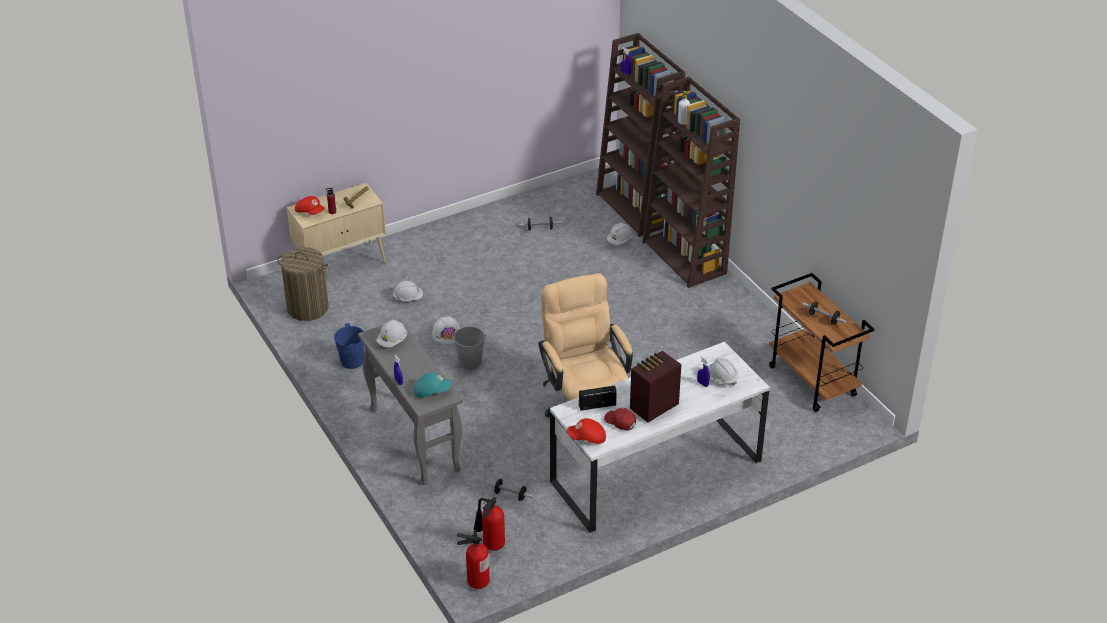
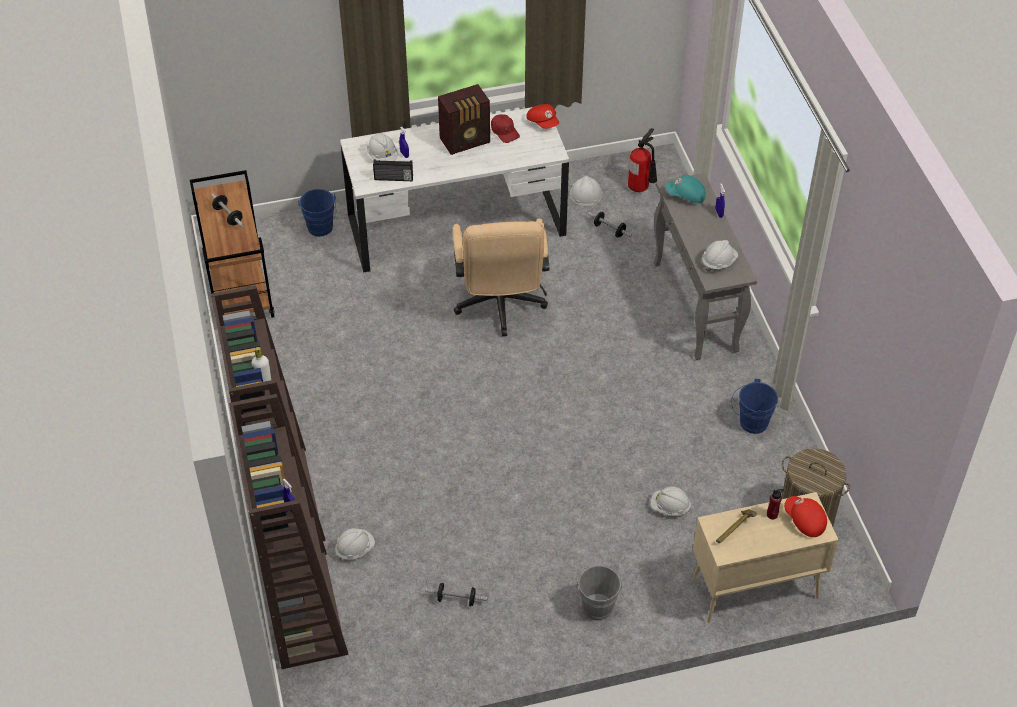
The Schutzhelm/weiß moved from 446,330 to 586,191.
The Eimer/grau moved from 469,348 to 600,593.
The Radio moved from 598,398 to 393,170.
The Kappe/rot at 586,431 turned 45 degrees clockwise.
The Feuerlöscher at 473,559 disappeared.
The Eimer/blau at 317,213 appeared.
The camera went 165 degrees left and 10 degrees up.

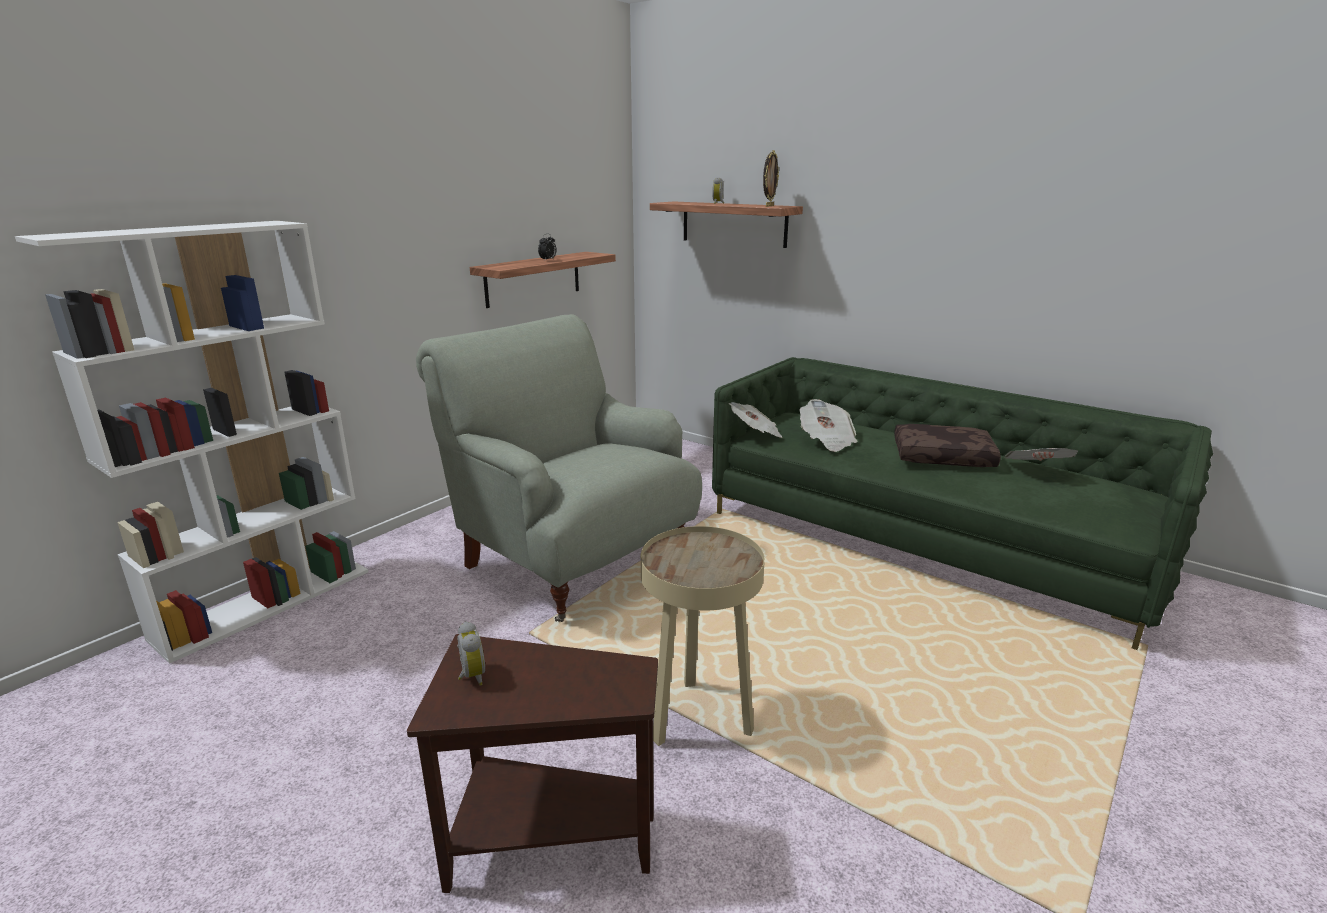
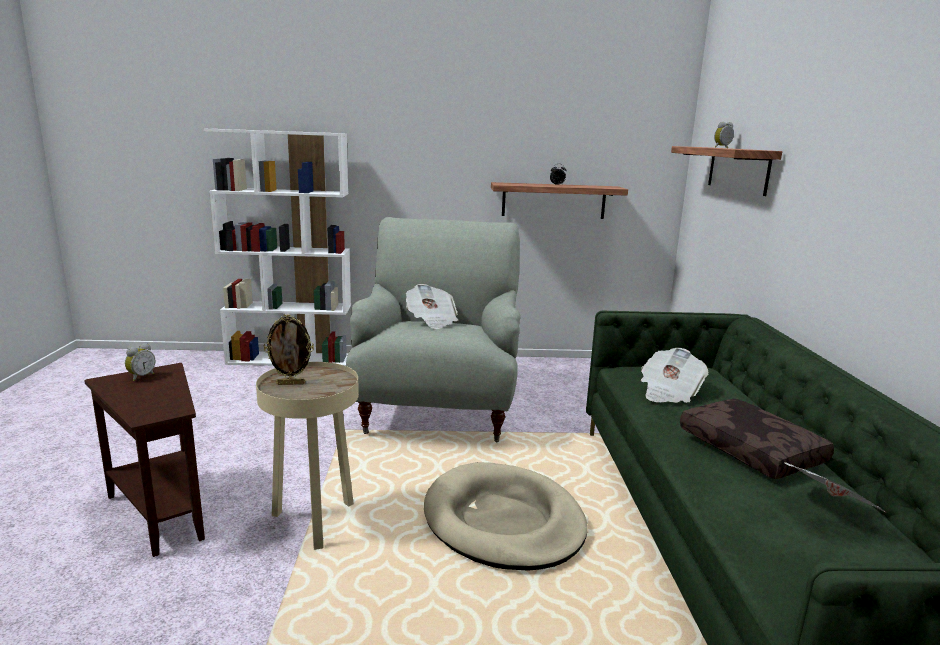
The Bilderrahmen moved from 771,178 to 289,350.
The Zeitung moved from 756,420 to 432,306.
The Hundebett/beige at 506,516 appeared.
The camera went 50 degrees right and 5 degrees down.

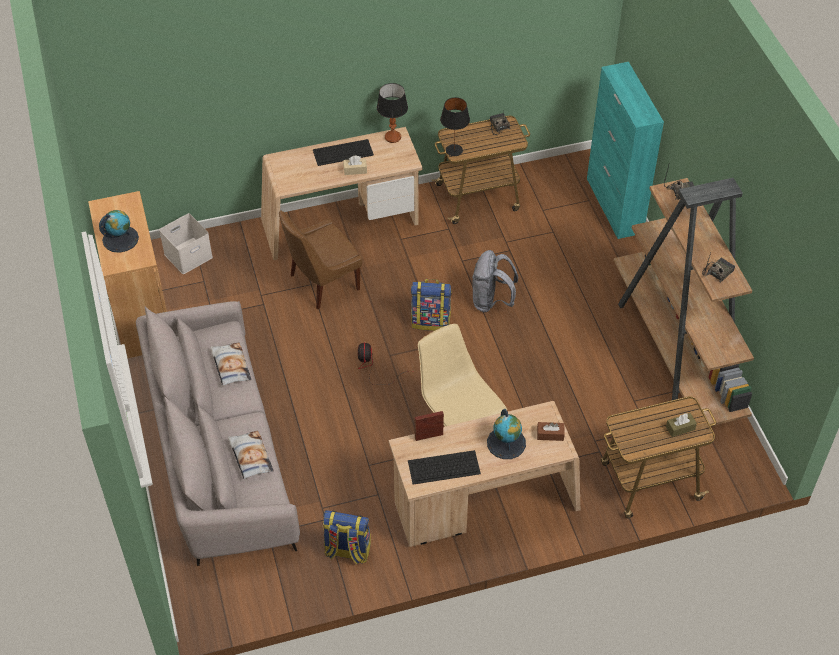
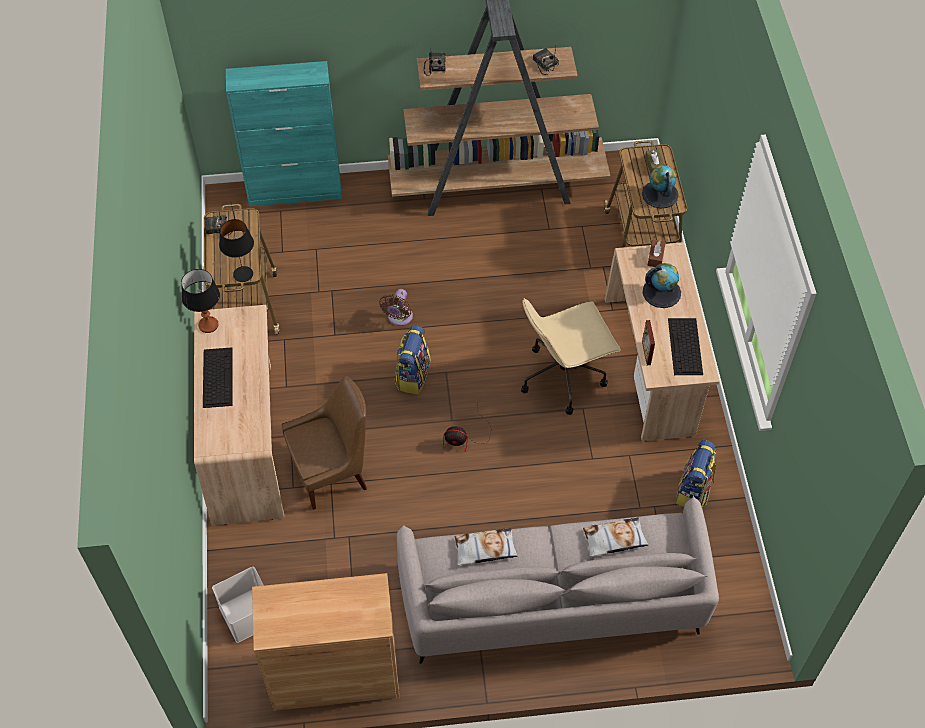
The Taschentuchbox/beige at 355,165 disappeared.
The Globus moved from 119,231 to 660,187.
The Stuhl/braun at 320,260 turned 90 degrees counterclockwise.
The Rucksack/grau at 495,281 was replaced by the Ventilator/braun at 396,307.
The camera went 80 degrees left and 5 degrees up.

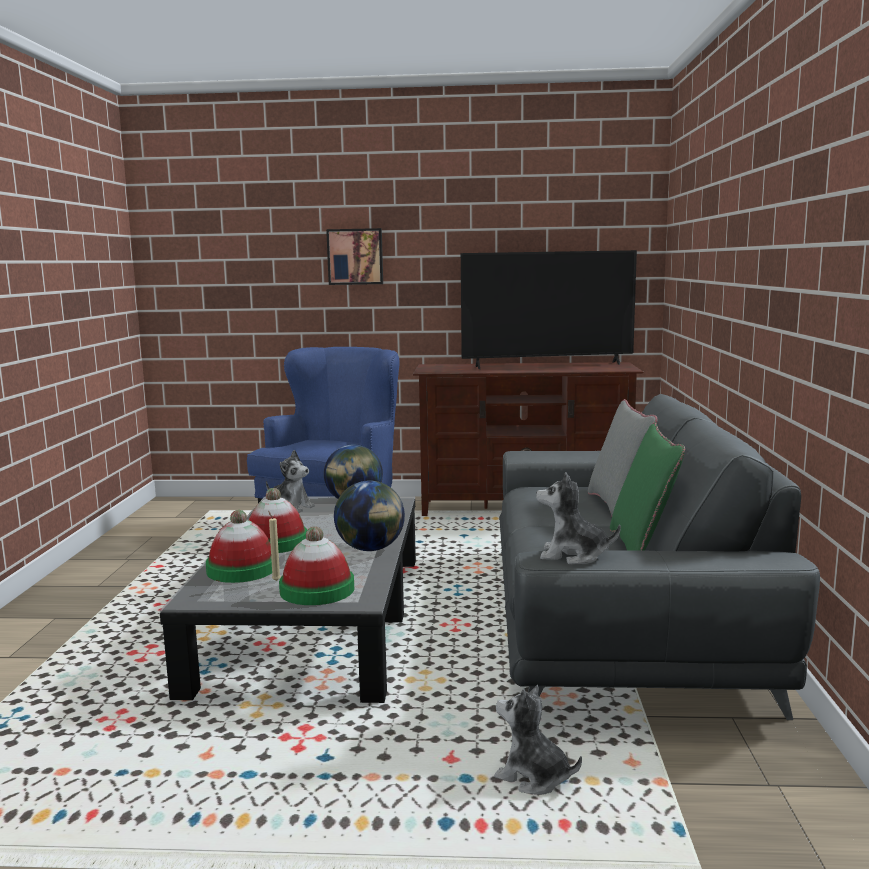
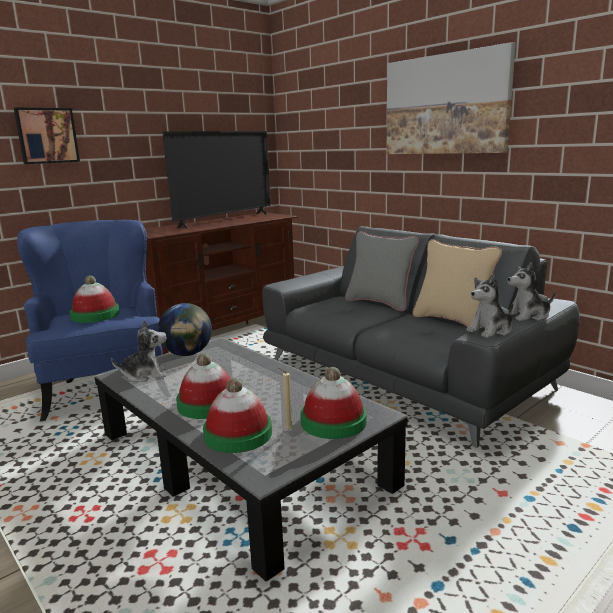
The Kissen/grün at 647,486 became the Kissen/beige at 457,283.
The Globus at 369,516 disappeared.
The Plüschtier moved from 538,740 to 531,291.
The Bild at 451,98 appeared.
The Hut at 95,299 appeared.
The camera went 45 degrees left and 5 degrees up.

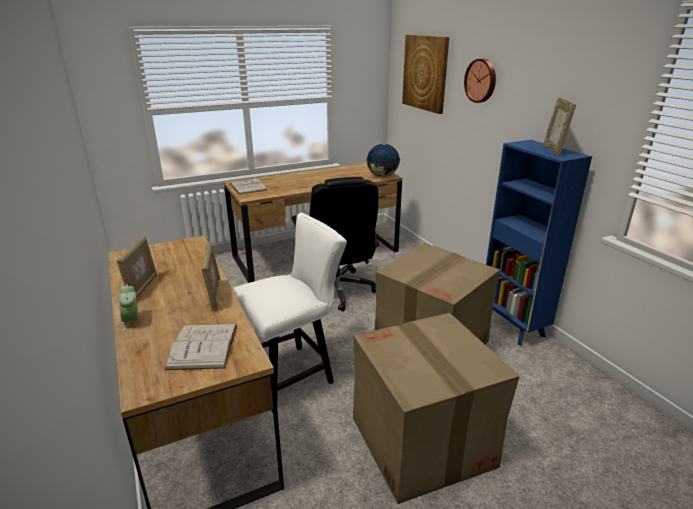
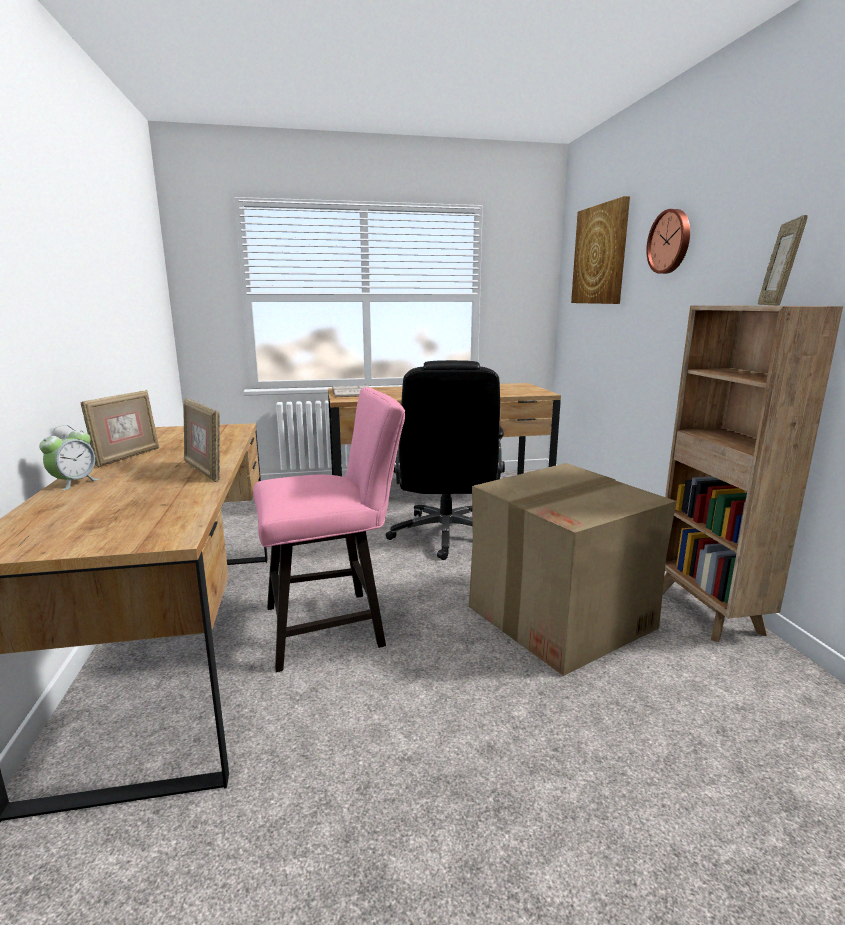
The Bücherregal/blau at 539,243 became the Bücherregal/braun at 753,474.
The Globus at 383,160 disappeared.
The Stuhl/weiß at 289,313 became the Stuhl/rosa at 329,529.
The Bilderrahmen at 211,276 turned 135 degrees clockwise.
The Wecker at 128,307 turned 150 degrees counterclockwise.
The Karton at 436,408 disappeared.
The Buch/weiß at 201,347 disappeared.
The camera went 15 degrees right and 10 degrees down.

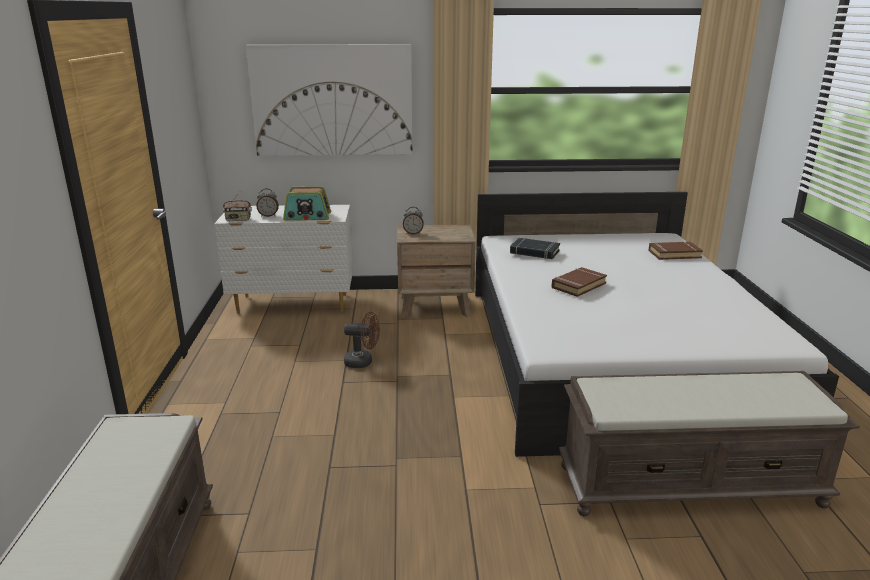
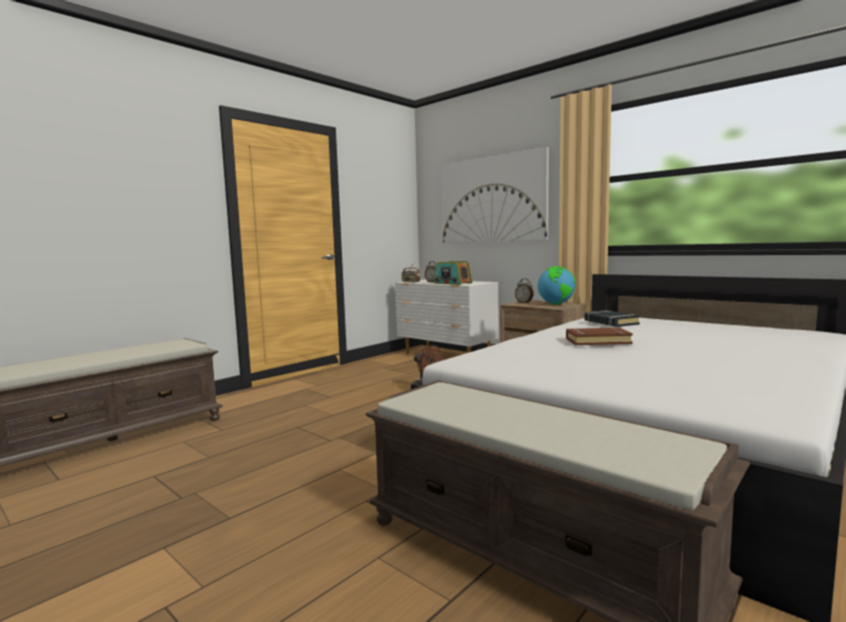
The Buch/braun at 675,250 disappeared.
The Globus at 557,285 appeared.
The camera went 45 degrees right and 15 degrees down.

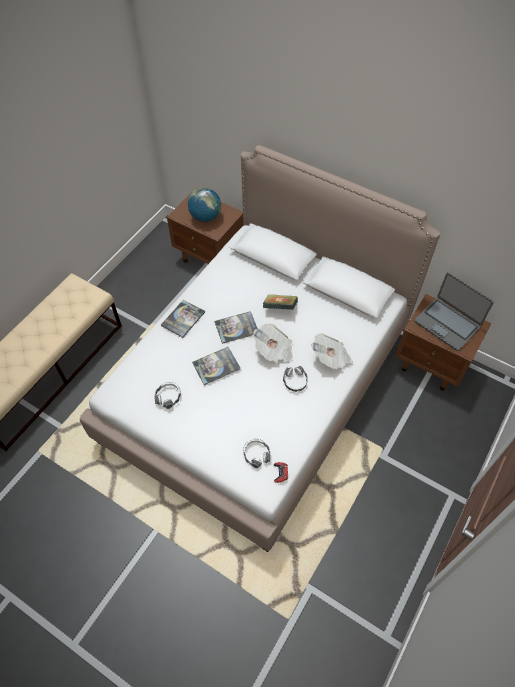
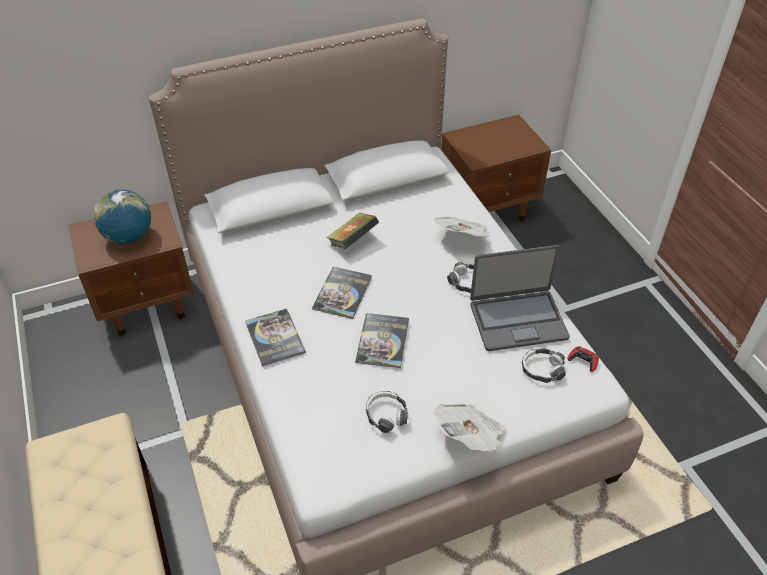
The Laptop moved from 454,312 to 520,298.
The Zeitung moved from 273,343 to 470,428.
The camera went 55 degrees left and 10 degrees down.

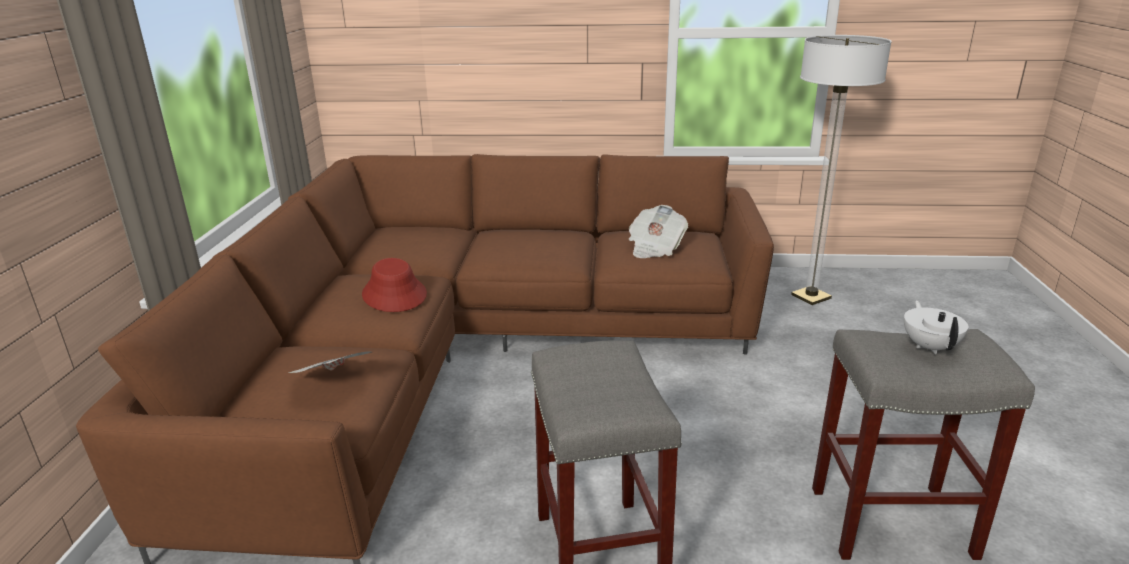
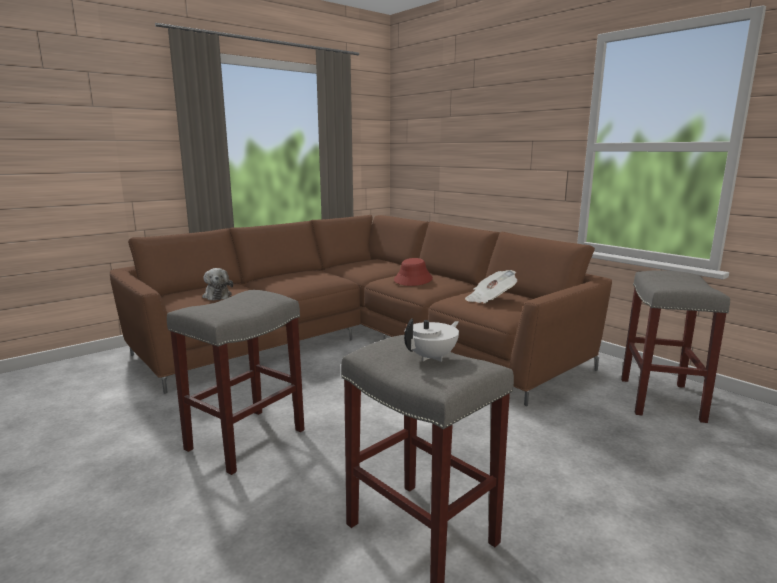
The Stehlampe at 841,170 was replaced by the Hocker/grau at 675,346.
The Hut/rot moved from 394,285 to 413,272.
The Zeitung at 330,362 was replaced by the Plüschtier at 217,284.
The camera went 45 degrees right and 10 degrees down.

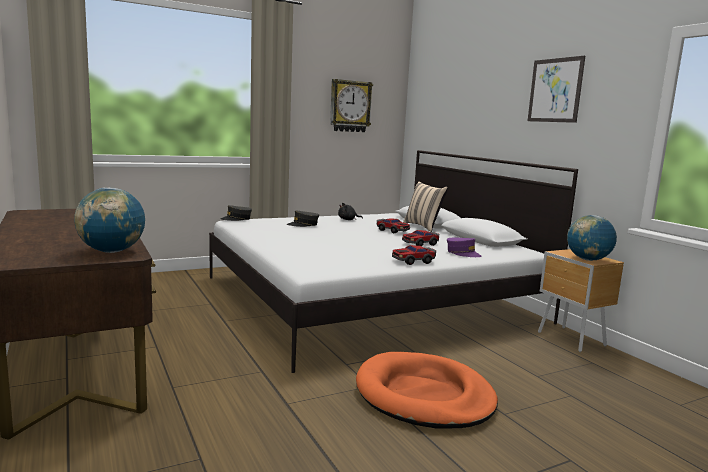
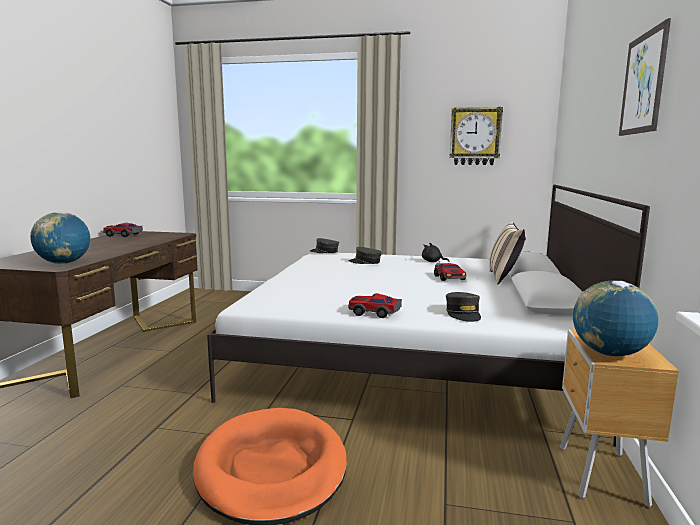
The Spielzeugauto moved from 420,238 to 123,230.
The Kappe/lila at 464,247 became the Kappe/grau at 463,307.
The camera went 40 degrees right and 0 degrees up.

